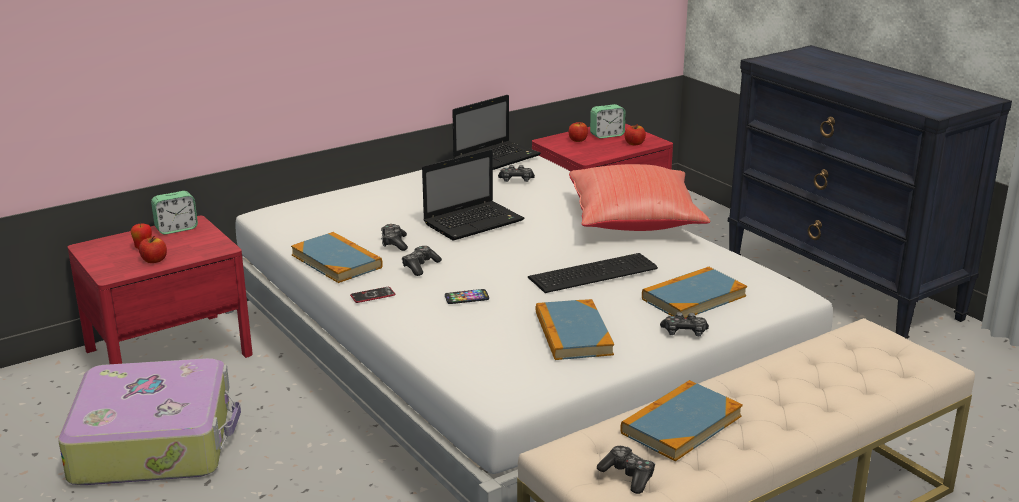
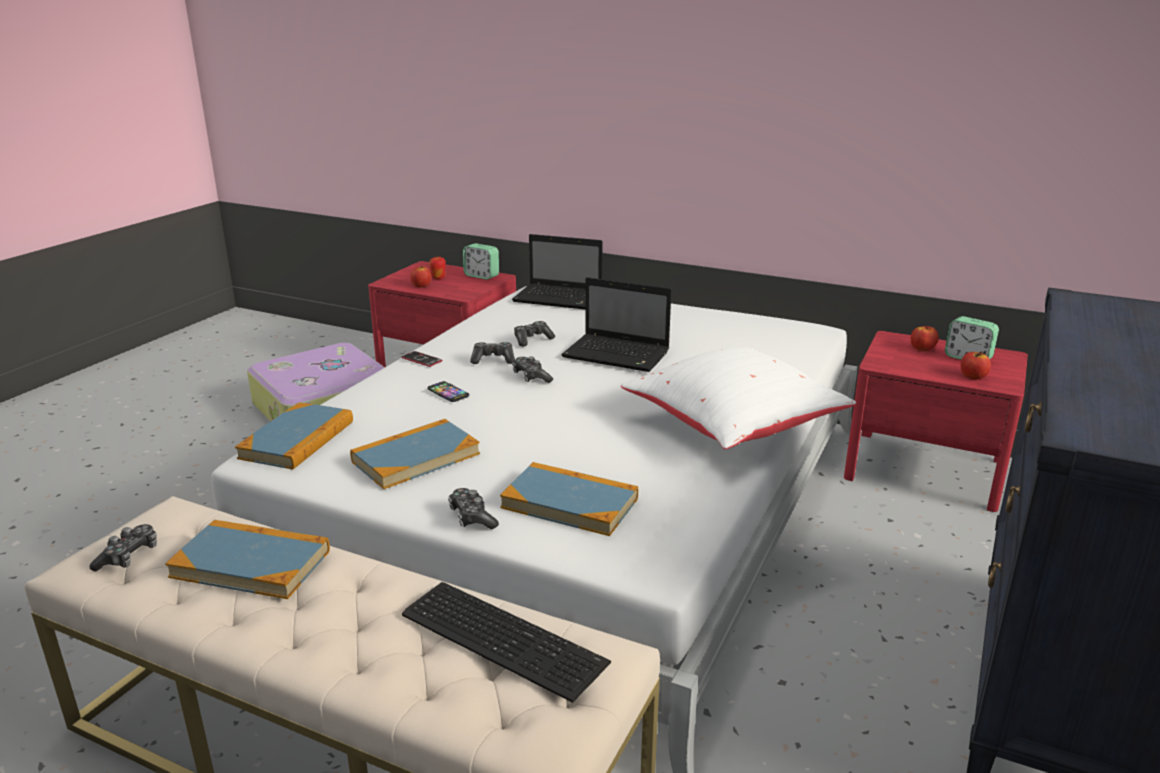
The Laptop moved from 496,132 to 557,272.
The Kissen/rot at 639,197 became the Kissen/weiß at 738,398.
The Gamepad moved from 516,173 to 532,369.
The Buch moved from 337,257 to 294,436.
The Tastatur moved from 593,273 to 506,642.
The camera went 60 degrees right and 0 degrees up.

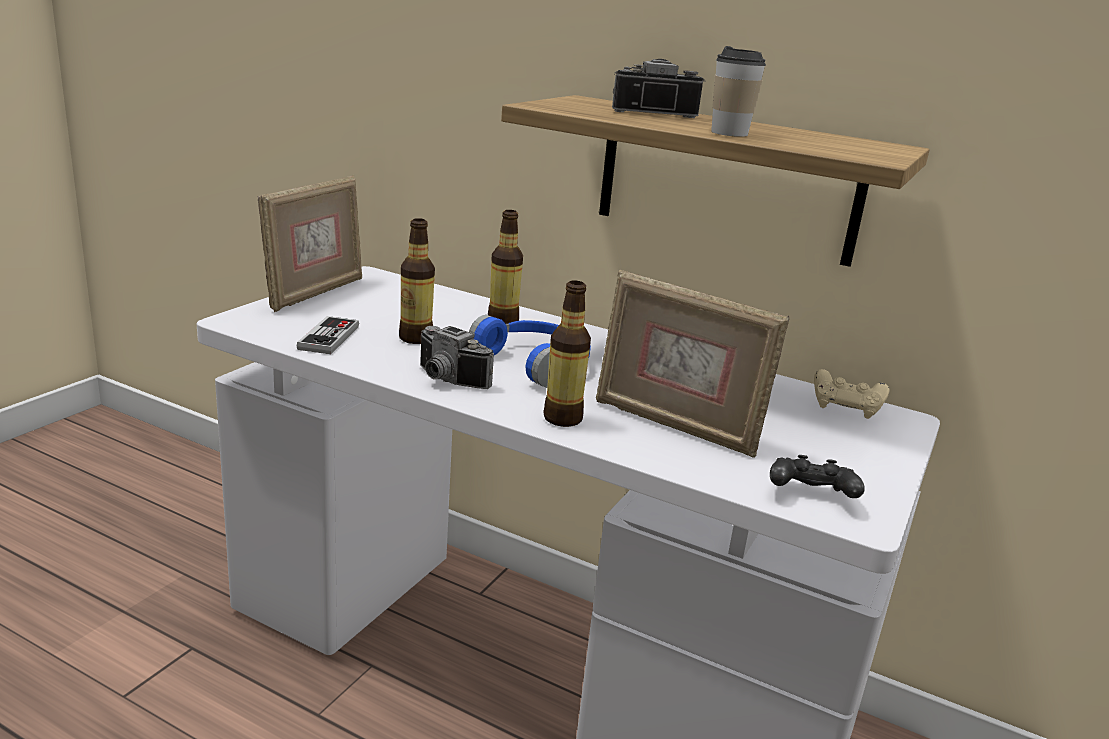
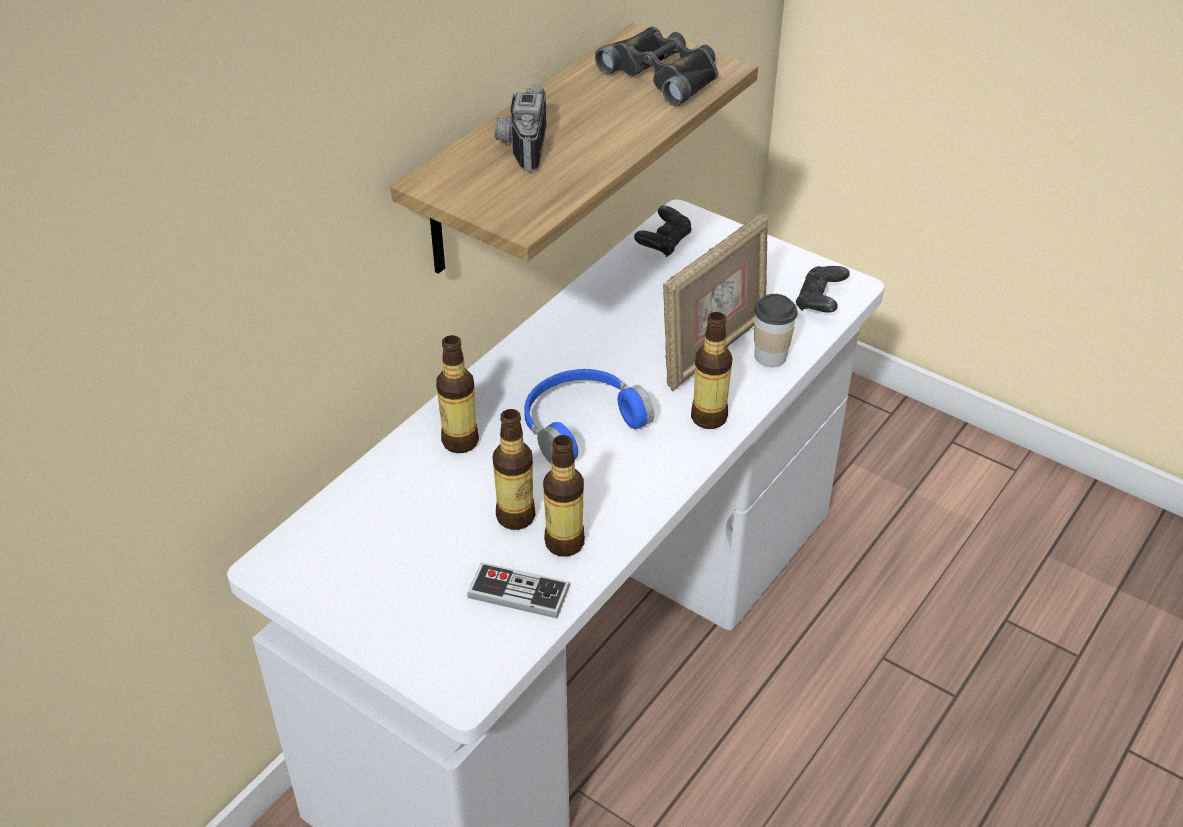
The Tasse moved from 738,91 to 776,330.
The Bilderrahmen at 310,243 disappeared.
The Kamera at 457,357 disappeared.
The Gamepad/beige at 852,394 became the Gamepad/schwarz at 663,231.
The Fernglas/schwarz at 656,66 appeared.
The Flasche at 564,496 appeared.
The camera went 80 degrees left and 20 degrees up.

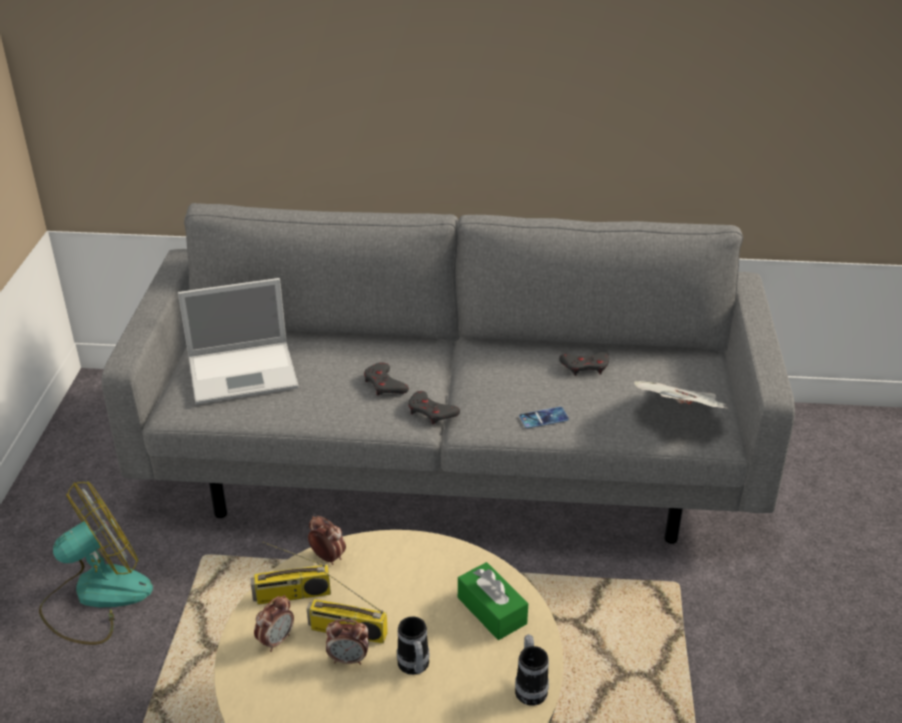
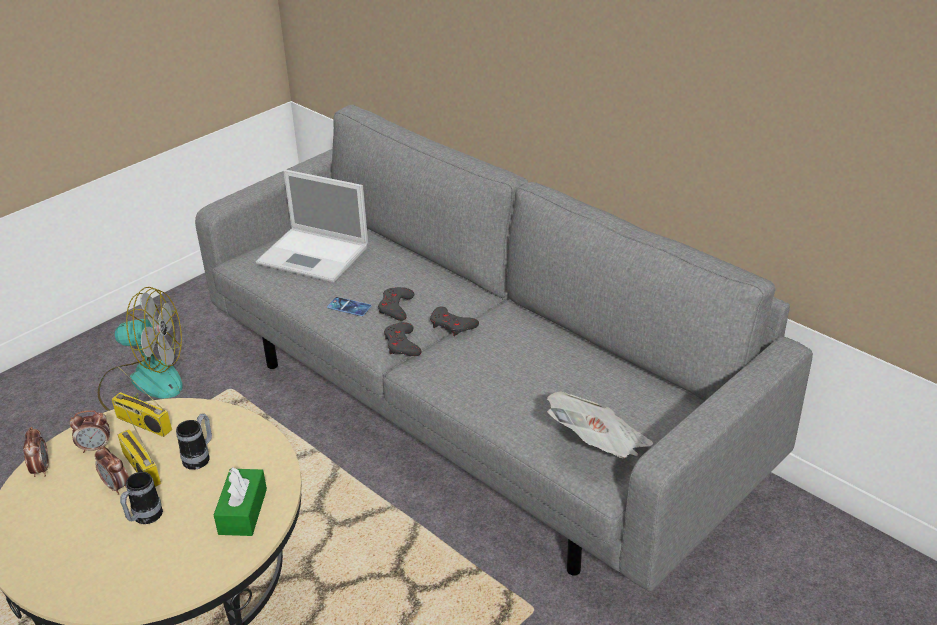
The Gamepad/grau moved from 584,364 to 454,321.
The Handy moved from 544,417 to 349,306.
The Wecker moved from 327,540 to 36,452.
The Henkelbecher moved from 532,670 to 194,442.
The camera went 40 degrees right and 0 degrees up.

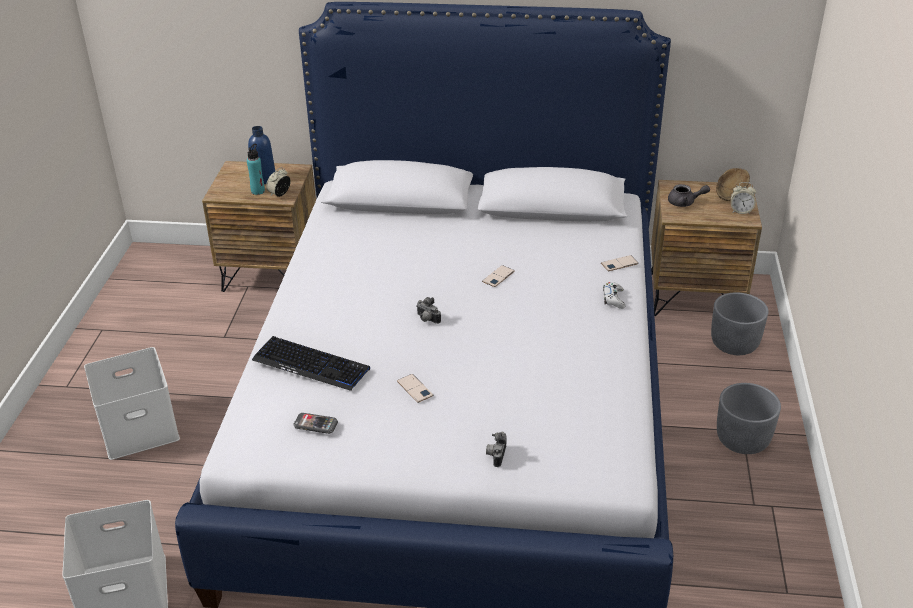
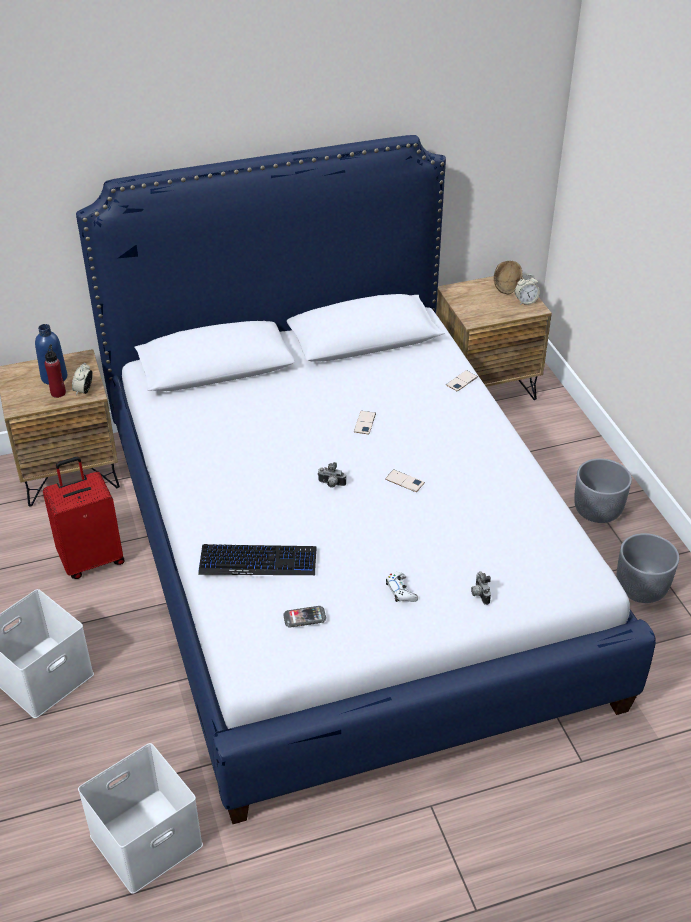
The Flasche/türkis at 256,169 became the Flasche/rot at 55,371.
The Teekanne/grau at 689,195 disappeared.
The Gamepad/weiß moved from 614,295 to 402,587.
The Pflanzkübel/grau moved from 740,323 to 647,568.
The Handy moved from 415,388 to 405,480.
The Koffer/rot at 83,518 appeared.
The camera went 25 degrees left and 5 degrees up.

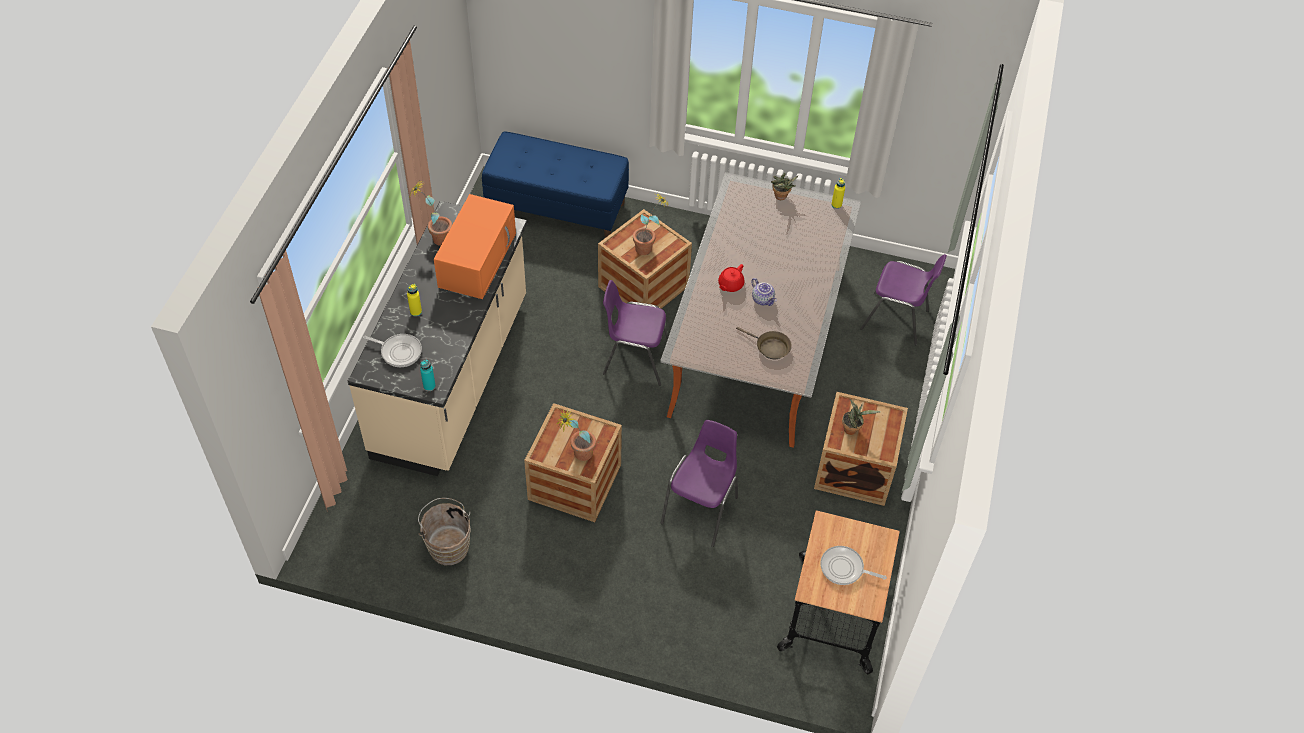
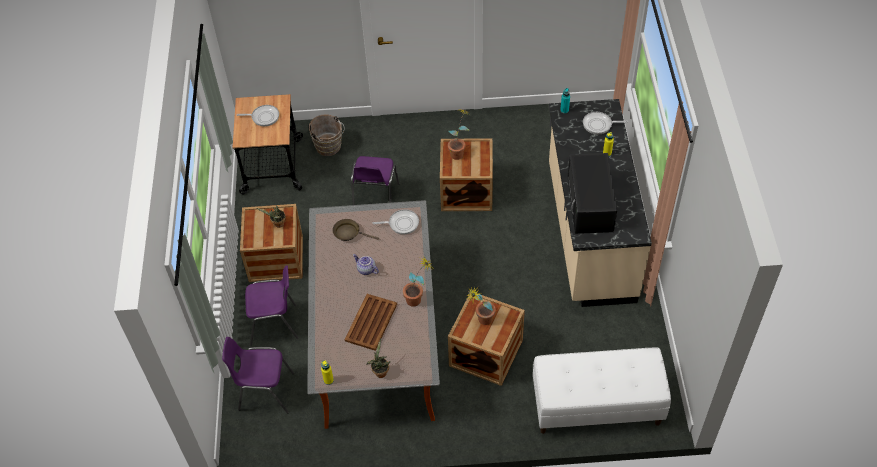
The Bank/blau at 555,184 became the Bank/weiß at 602,391.
The Topfpflanze moved from 431,214 to 417,281.
The Mikrowelle/orange at 475,246 became the Mikrowelle/schwarz at 592,193.
The Teekanne/rot at 731,278 disappeared.
The Stuhl/lila moved from 636,333 to 272,306.
The Eimer/braun moved from 444,531 to 327,135.
The Pfanne at 395,222 appeared.
The Tablett/braun at 370,322 appeared.
The camera went 165 degrees right and 0 degrees up.

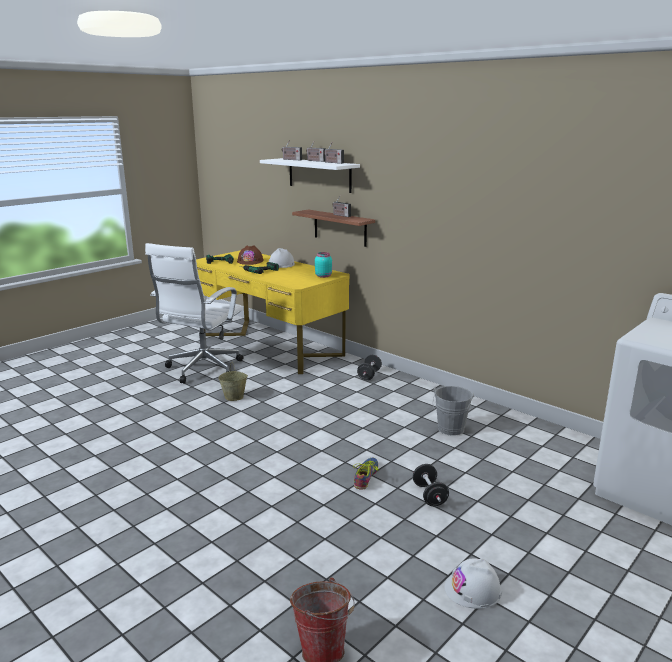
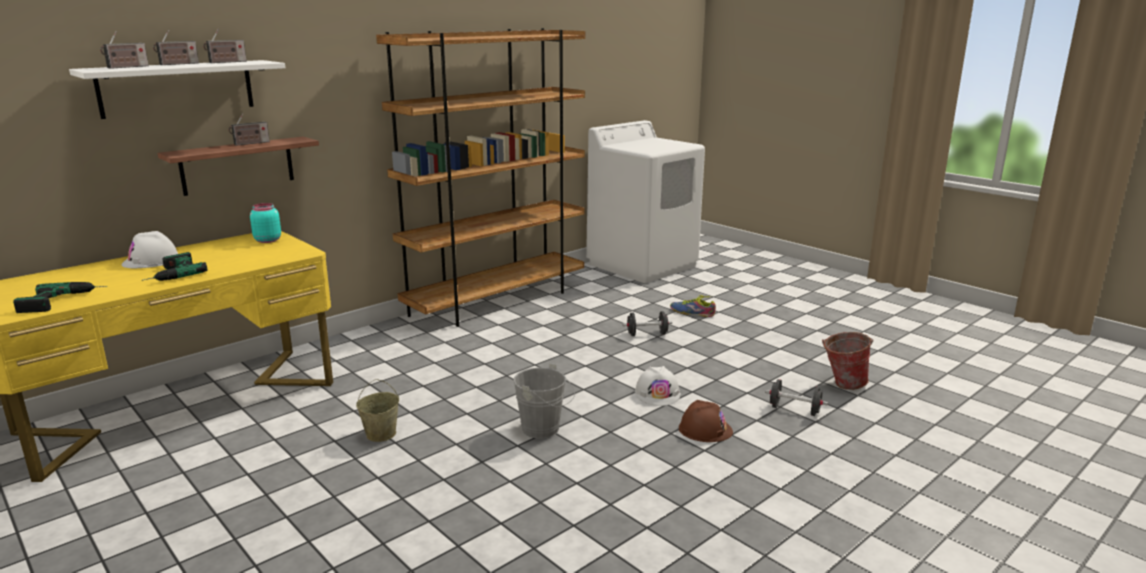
The Bürostuhl/weiß at 194,313 disappeared.
The Schutzhelm/braun moved from 250,255 to 706,421.
The Hantel/schwarz moved from 369,367 to 796,397.
The Eimer/grau moved from 453,411 to 544,401.
The Schuh moved from 366,474 to 693,306.
The Schutzhelm/weiß moved from 473,583 to 658,386.
The Bücherregal/braun at 480,177 appeared.
The camera went 85 degrees left and 0 degrees up.

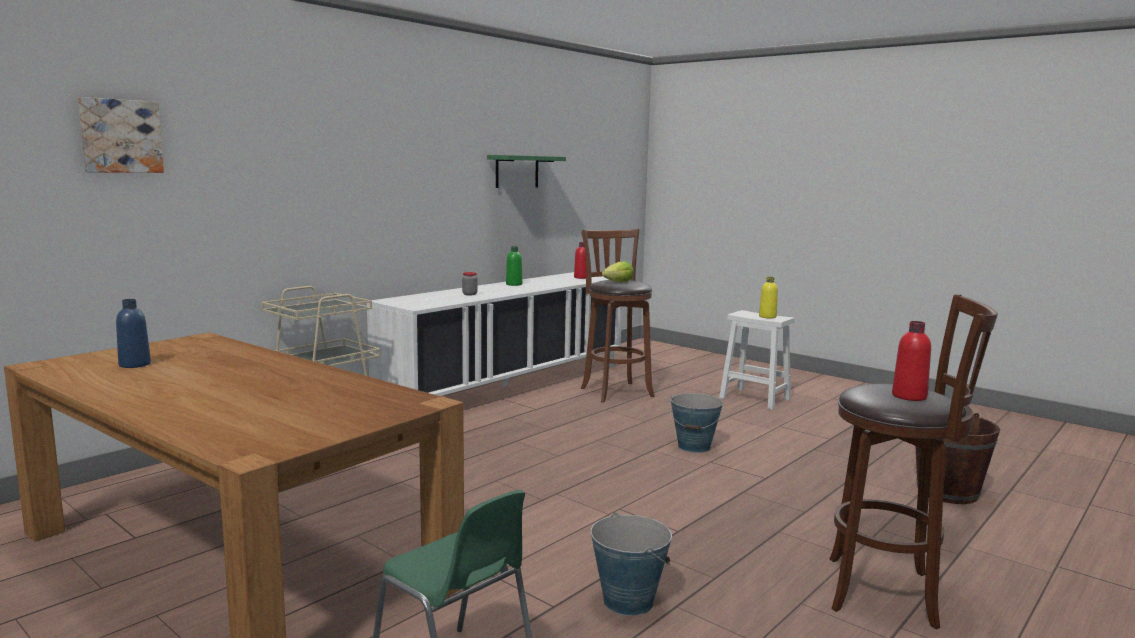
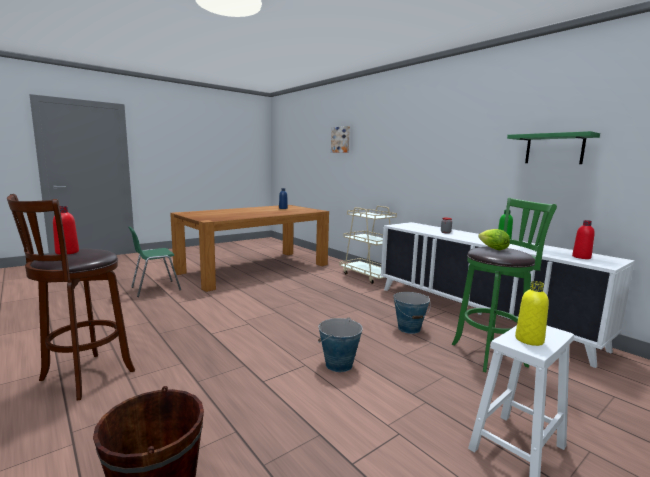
The Hocker/braun at 618,316 became the Hocker/grün at 504,285.
The Eimer moved from 631,564 to 412,313.
The camera went 100 degrees right and 0 degrees up.

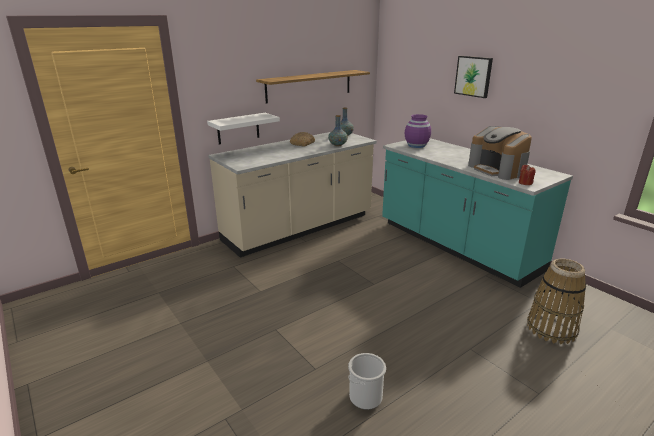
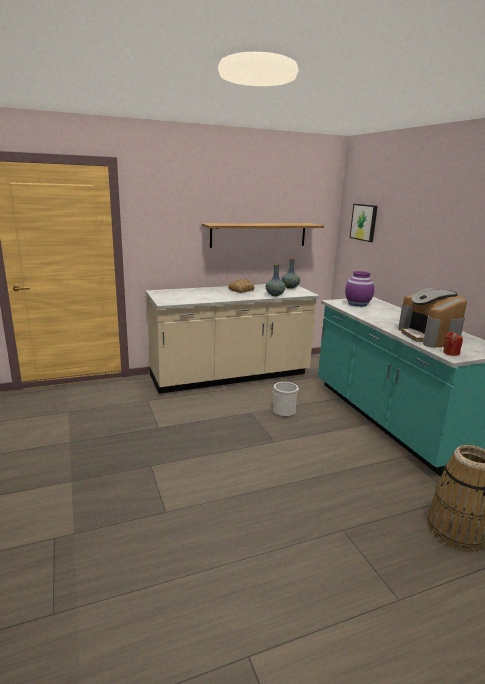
The Bild moved from 473,77 to 364,223.
The Wandregal/weiß at 243,129 disappeared.
The Eimer moved from 367,381 to 285,399.
The camera went 15 degrees right and 5 degrees down.

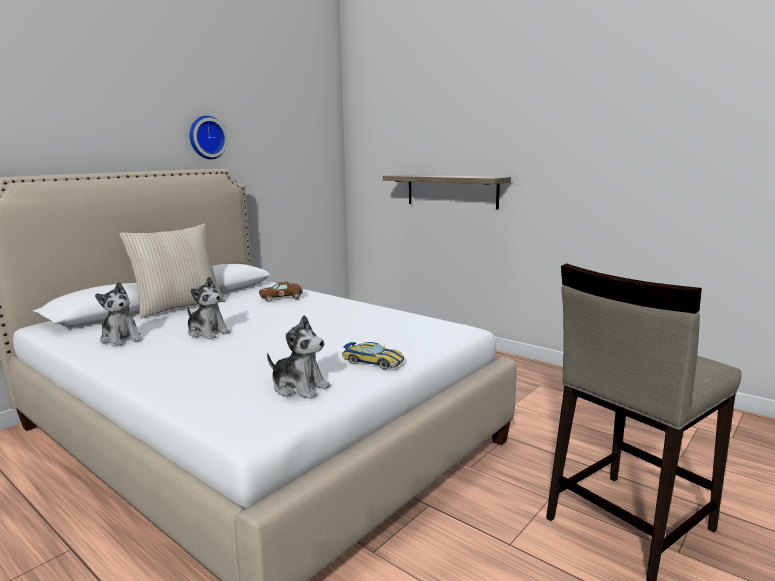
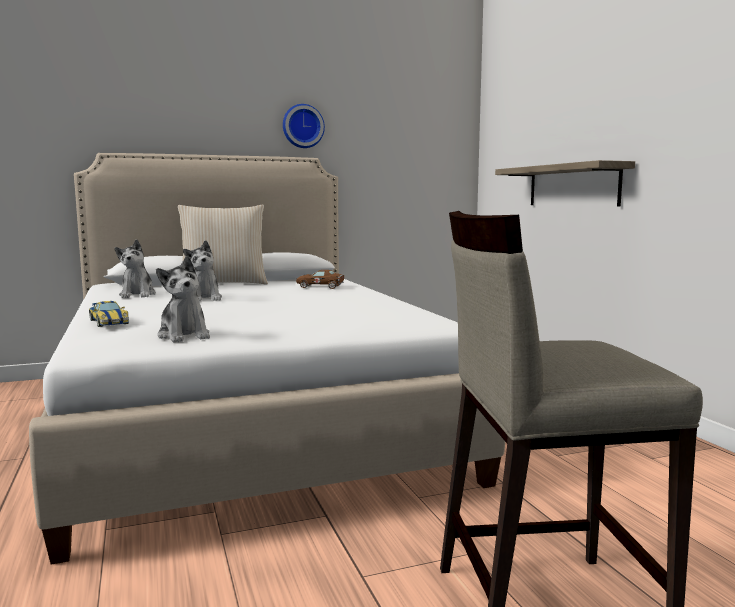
The Spielzeugauto moved from 373,356 to 109,314.
The camera went 30 degrees right and 5 degrees down.

